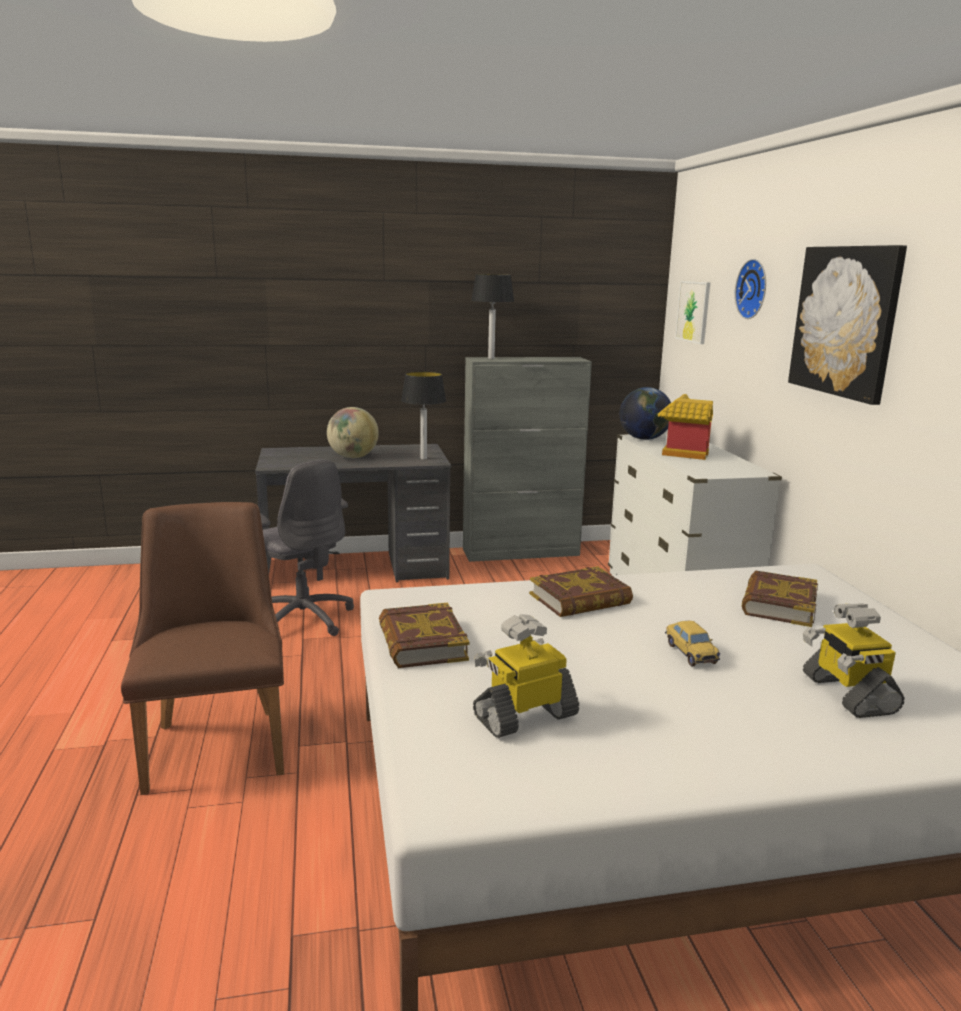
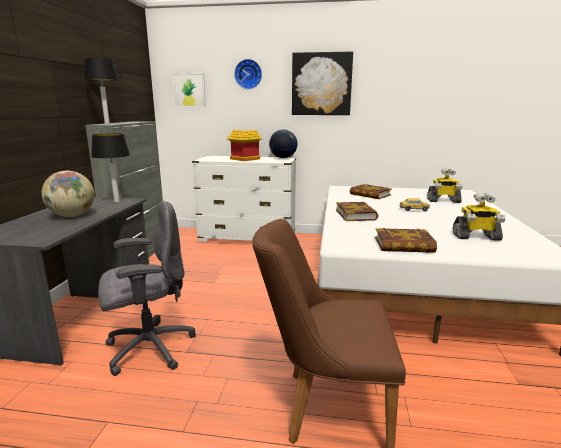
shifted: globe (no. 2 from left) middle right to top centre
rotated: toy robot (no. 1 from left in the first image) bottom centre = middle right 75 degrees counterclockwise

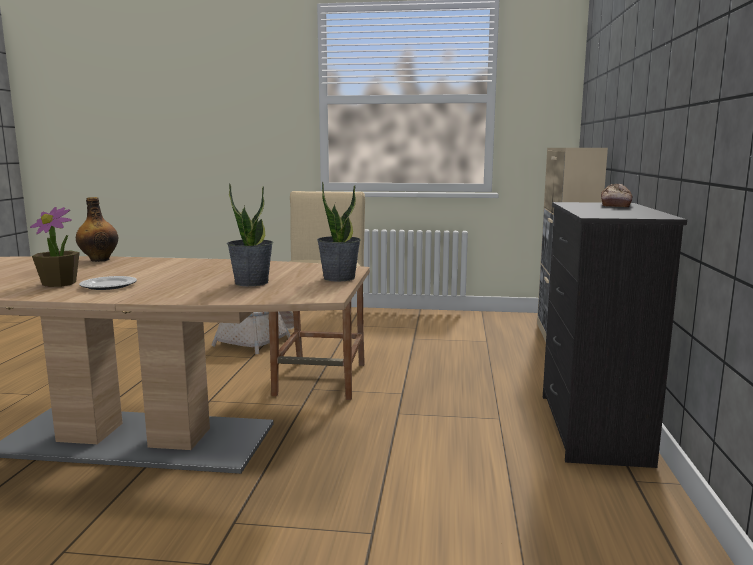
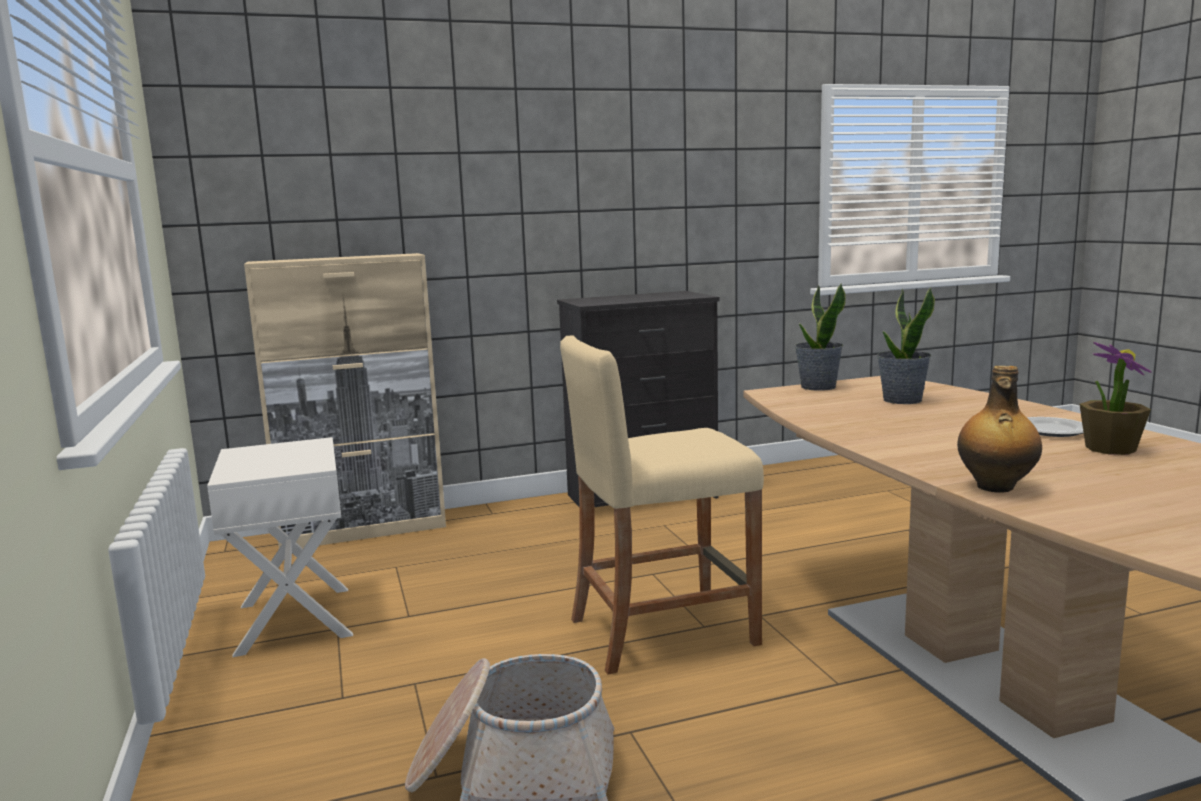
gone: baked bread middle right
new: white nightstand bottom left

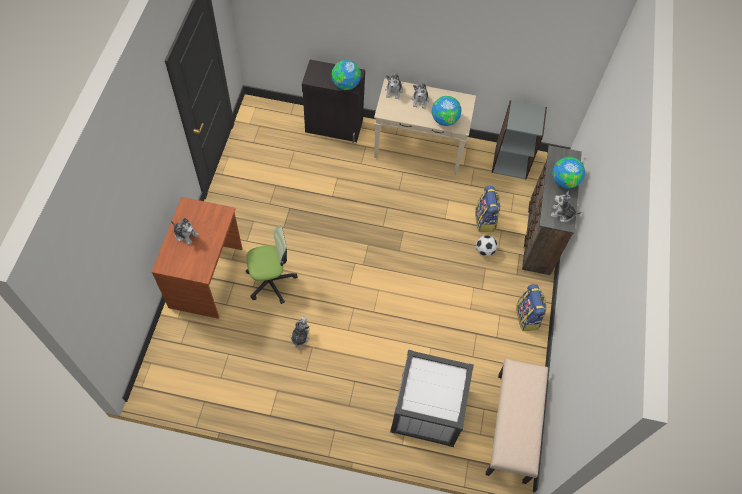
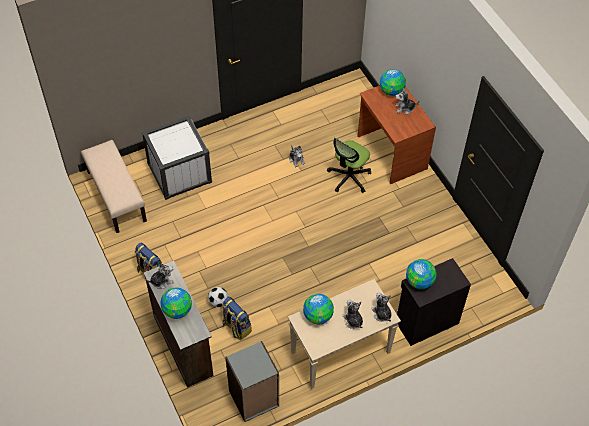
new: globe (no. 3 from left) top right

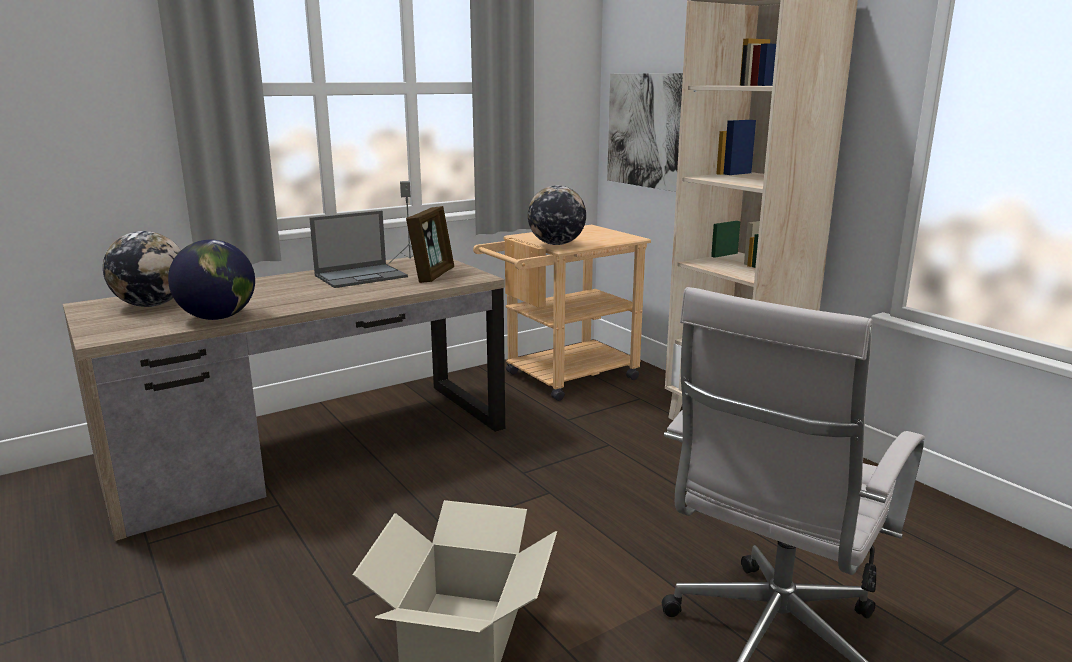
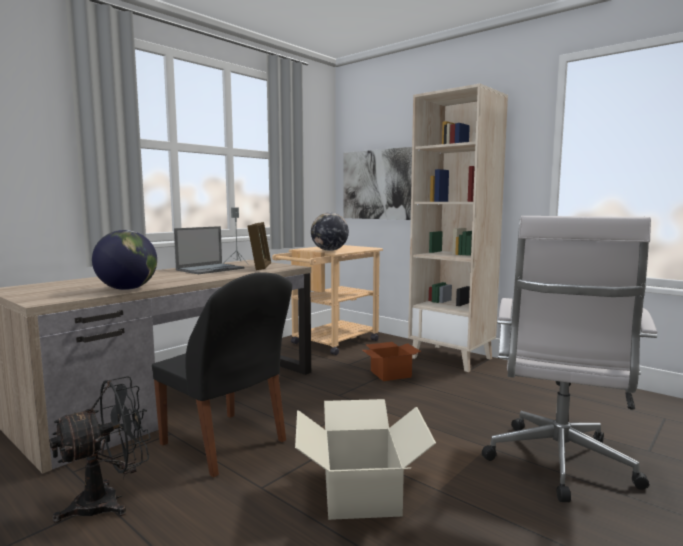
gone: globe (no. 1 from left) middle left
new: blackish fan bottom left; blackish chair bottom left; carton (no. 2 from left) centre

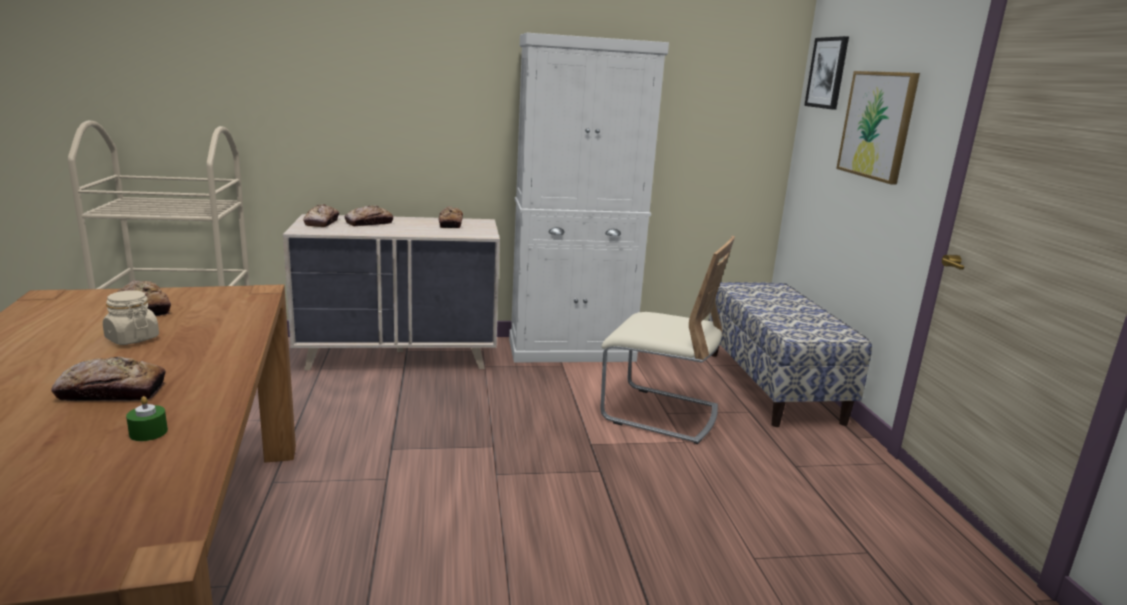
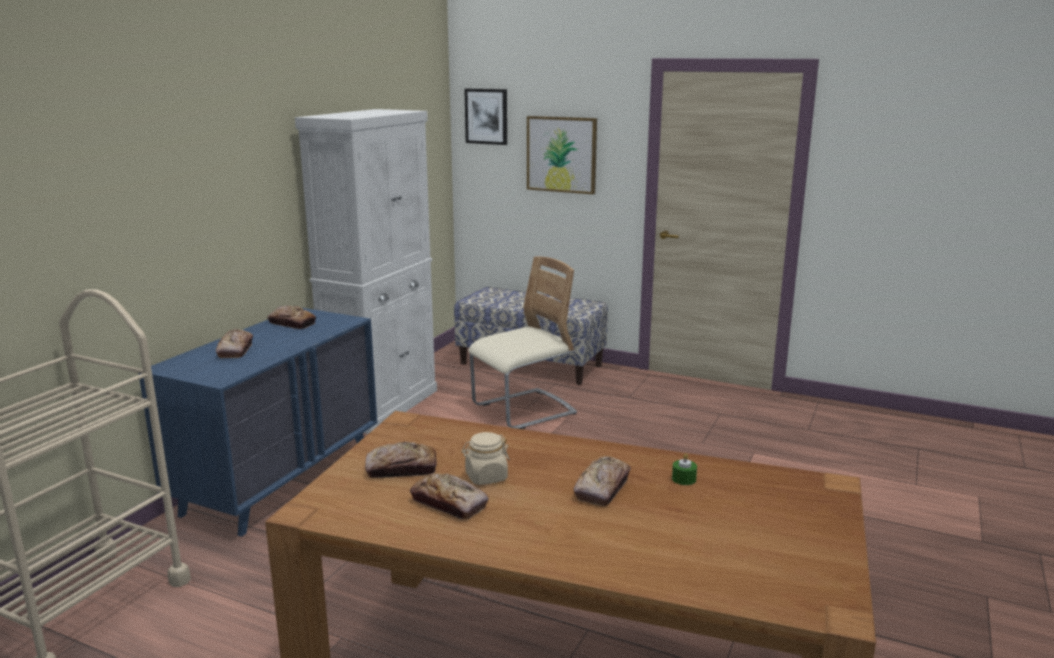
shifted: baked bread (no. 3 from left in the first image) middle left to baked bread (no. 4 from left) bottom centre
repainted: beige-coloured dresser centre to bluish dresser middle left

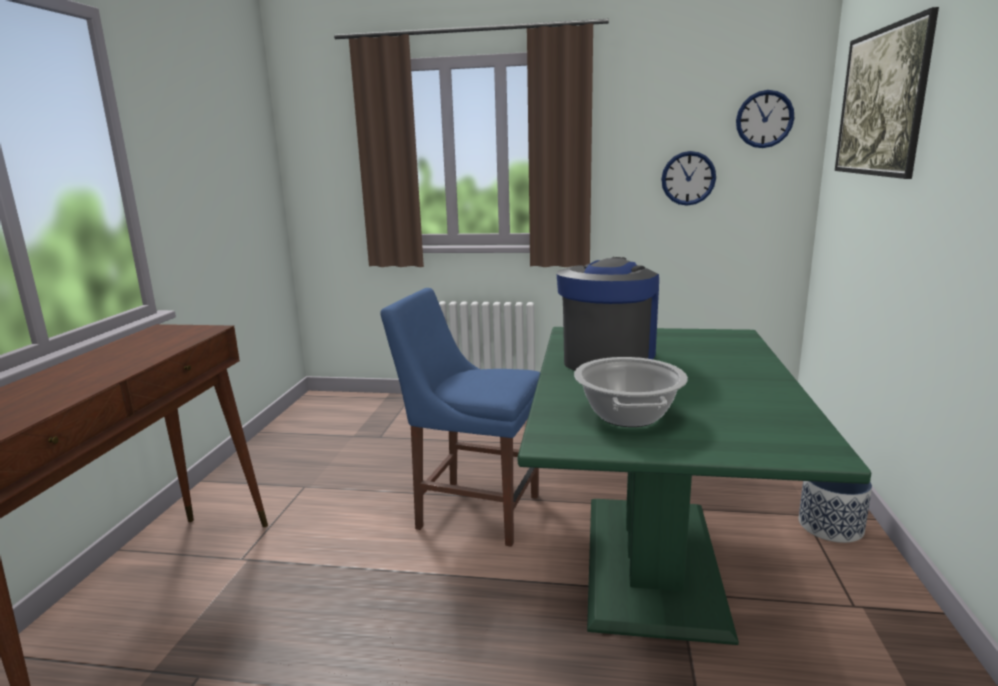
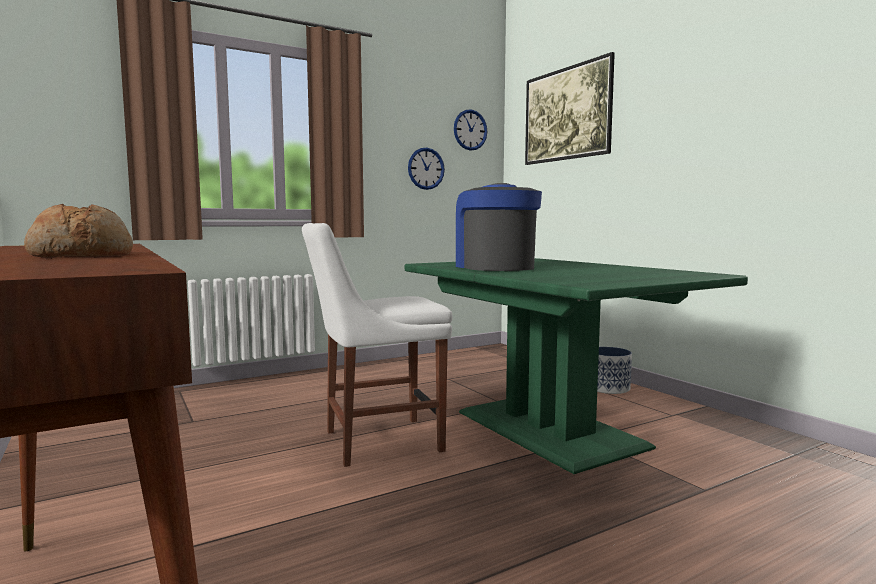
gone: saucepot centre
new: baked bread middle left
repainted: bluish chair centre to white chair centre

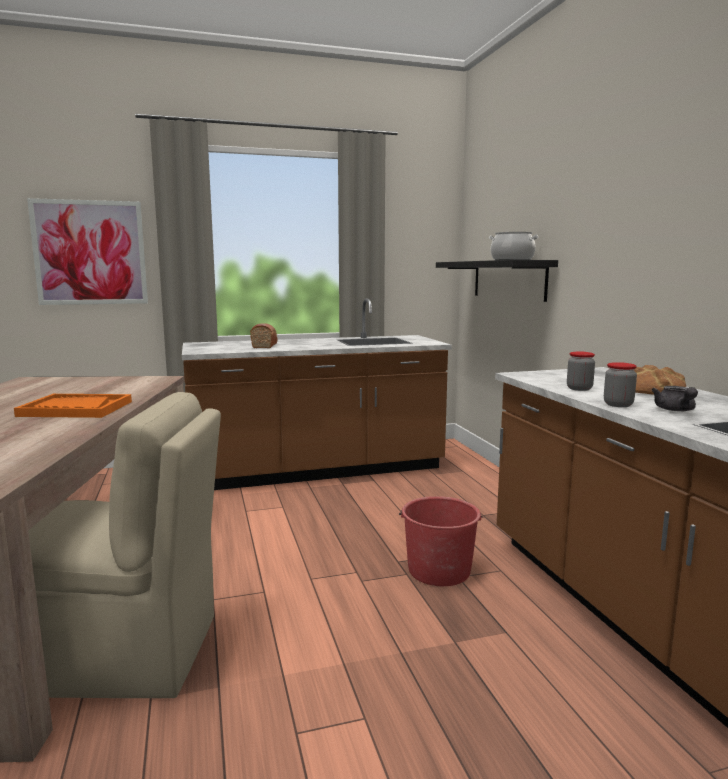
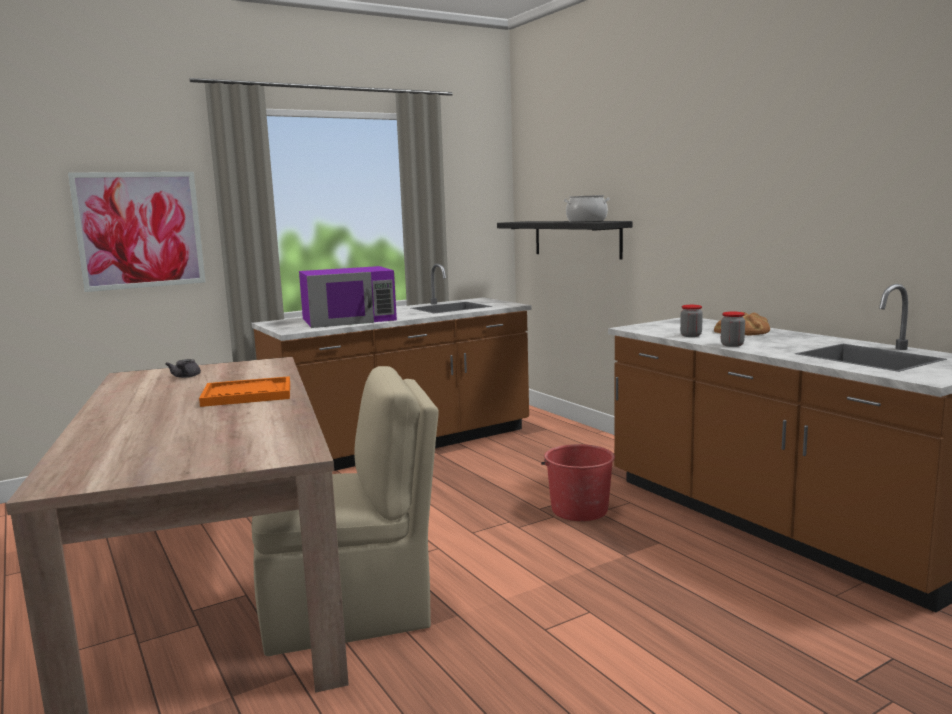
shifted: gray teapot middle right to middle left
swapped: baked bread (no. 1 from left) centre to purple-coloured microwave centre

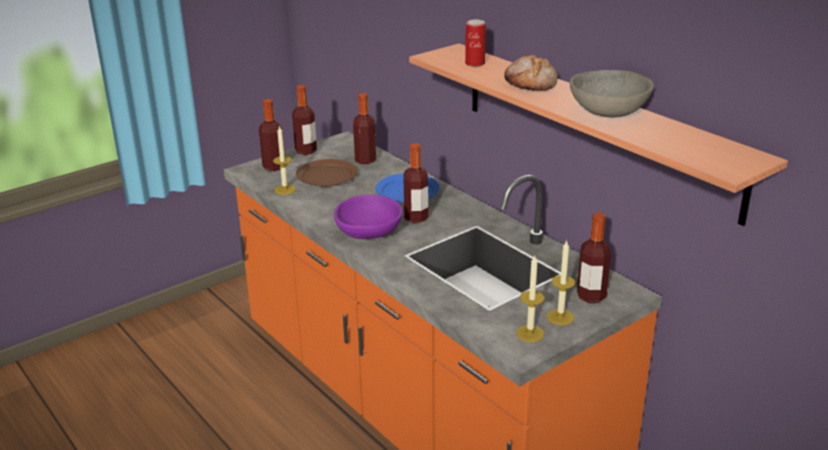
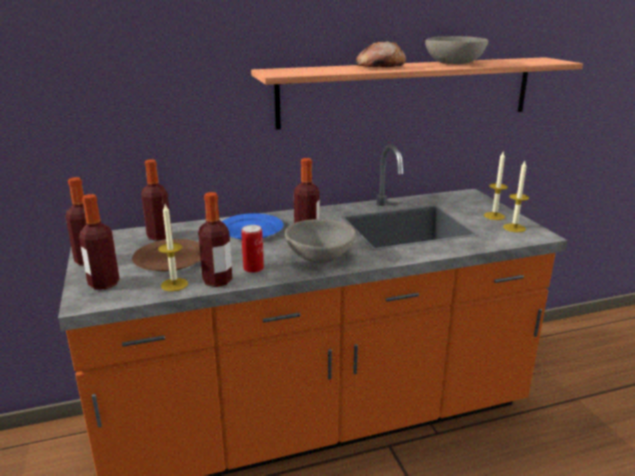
shifted: sealed can top centre to centre; drink bottle (no. 5 from left in the first image) middle right to drink bottle (no. 4 from left) centre
repainted: purple-coloured bowl centre to gray bowl (no. 1 from left) centre

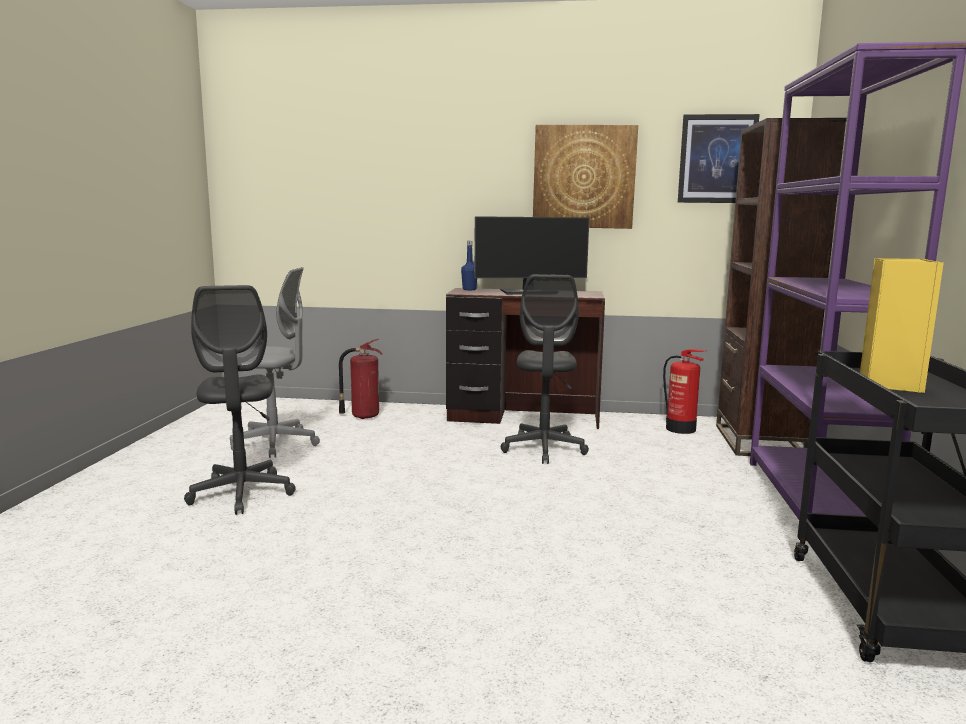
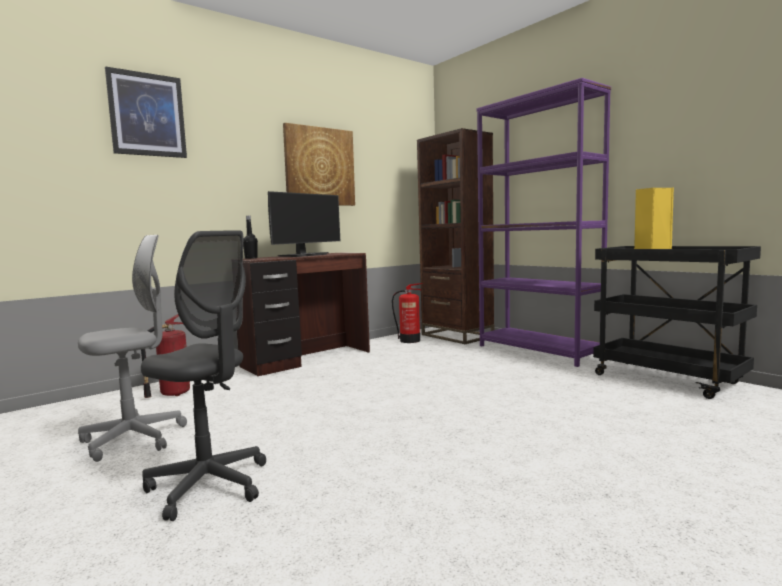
gone: gray desk chair (no. 3 from left) centre
shifted: wall picture (no. 2 from left in the first image) top right to wall picture (no. 1 from left) top left
repainted: bluish drink bottle centre to blackish drink bottle middle left

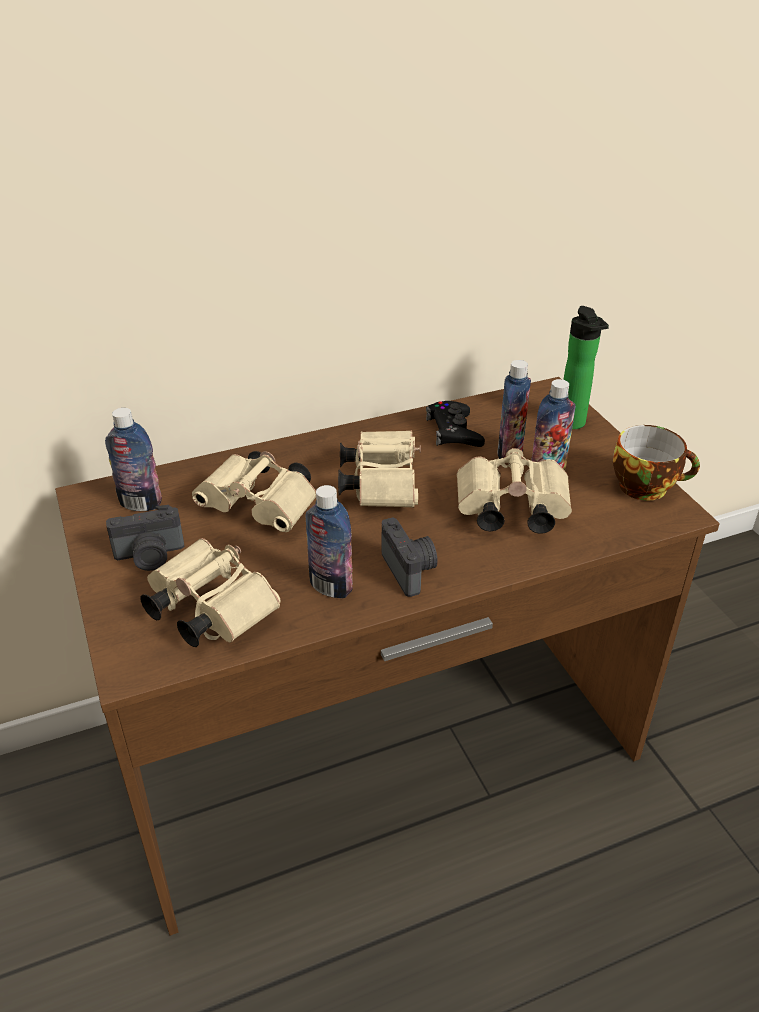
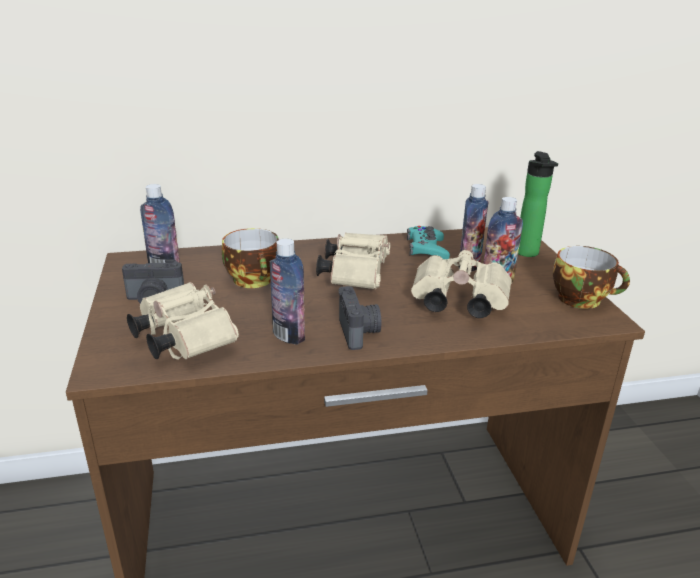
swapped: beige-coloured binoculars (no. 2 from left) centre to drinking cup (no. 1 from left) centre
repainted: blackish joypad centre to turquoise joypad centre

